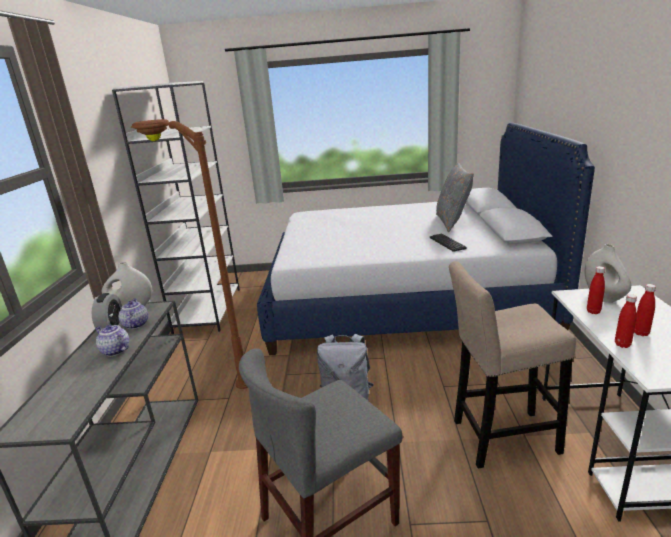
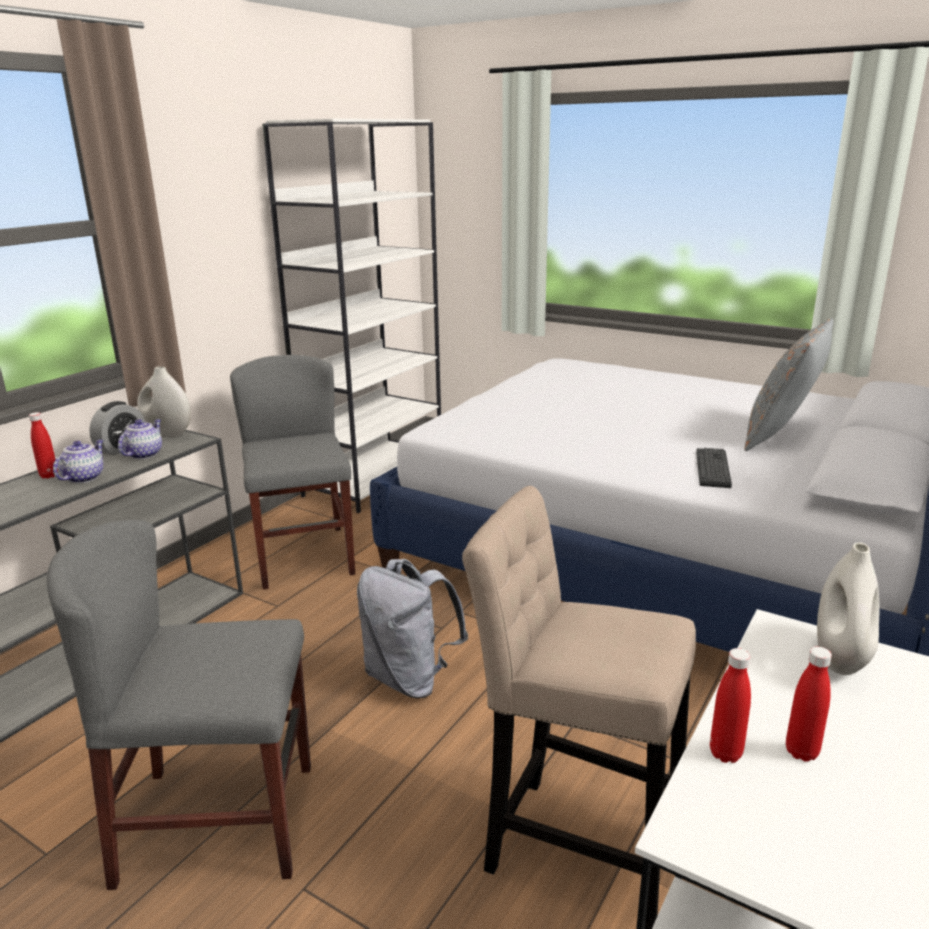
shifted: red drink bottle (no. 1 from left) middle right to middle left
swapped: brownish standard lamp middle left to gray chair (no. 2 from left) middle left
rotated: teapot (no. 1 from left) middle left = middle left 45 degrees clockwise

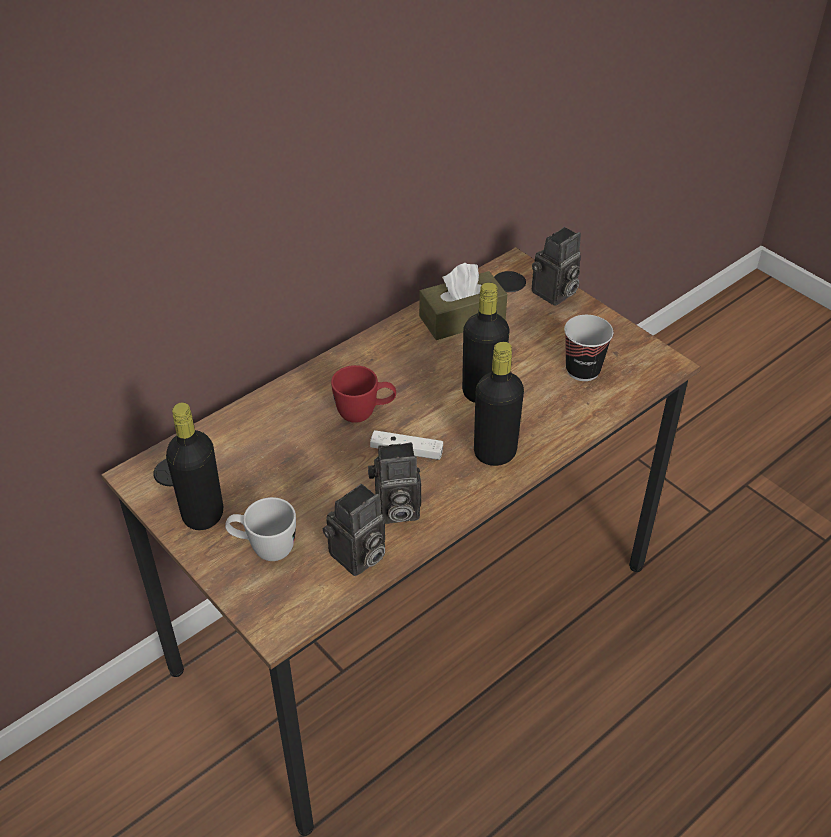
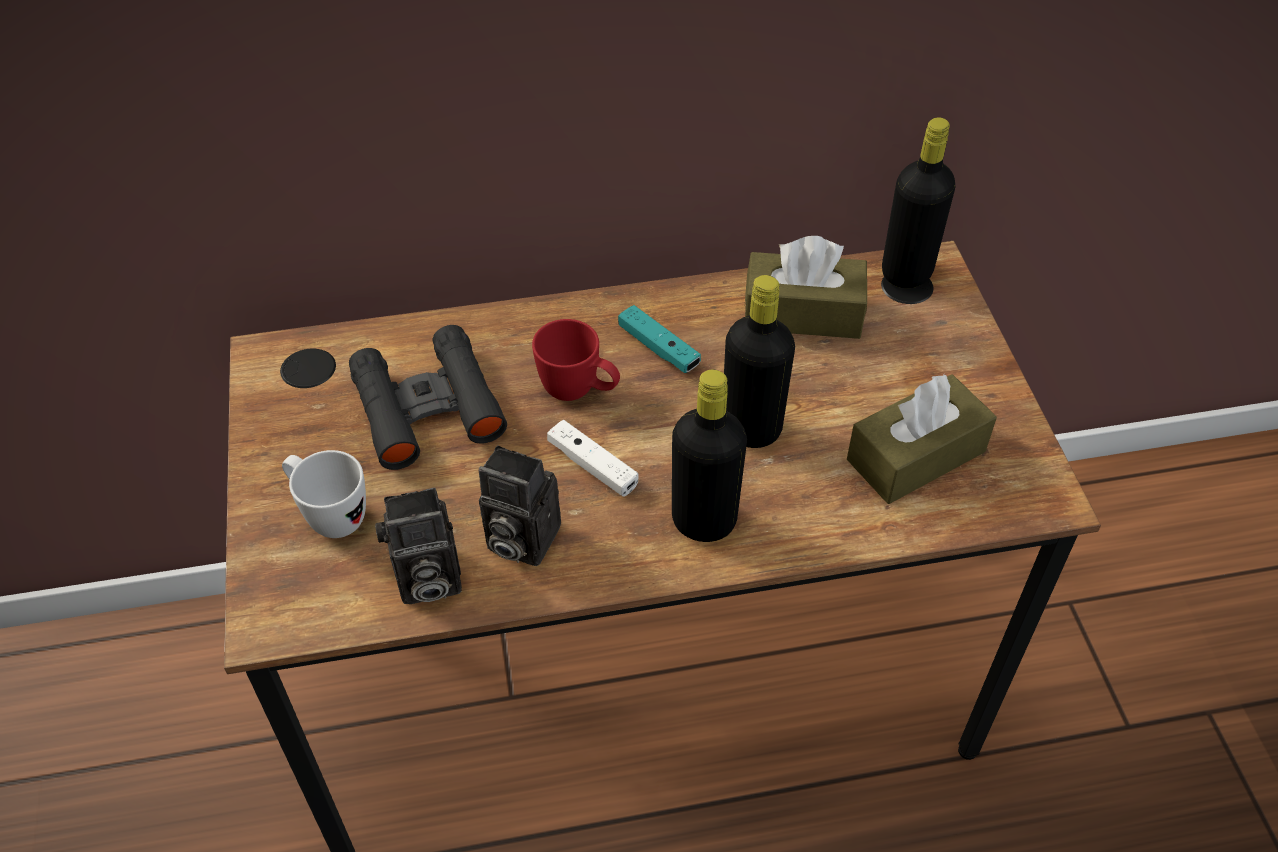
gone: photo camera (no. 3 from left) top right
new: blackish binoculars centre; turquoise joypad centre
shifted: blackish drink bottle (no. 1 from left in the first image) middle left to blackish drink bottle (no. 3 from left) top right
swapped: drinking cup middle right to brownish box of tissues (no. 2 from left) middle right

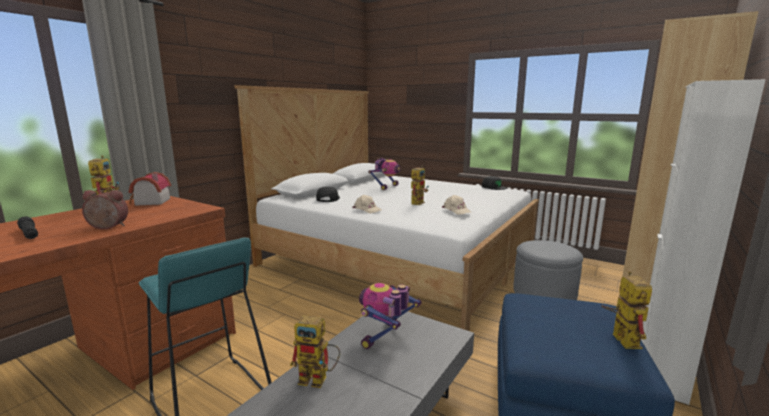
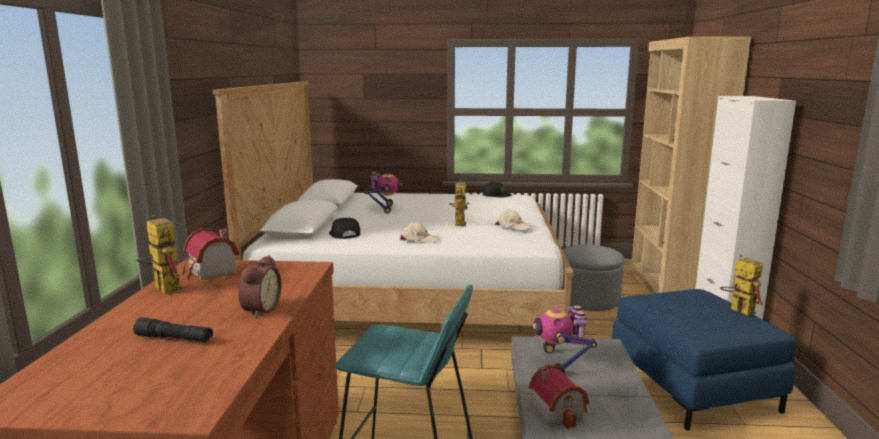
swapped: toy robot (no. 2 from left) bottom centre to miniature house (no. 2 from left) bottom centre
rotated: alarm clock middle left = middle left 135 degrees clockwise

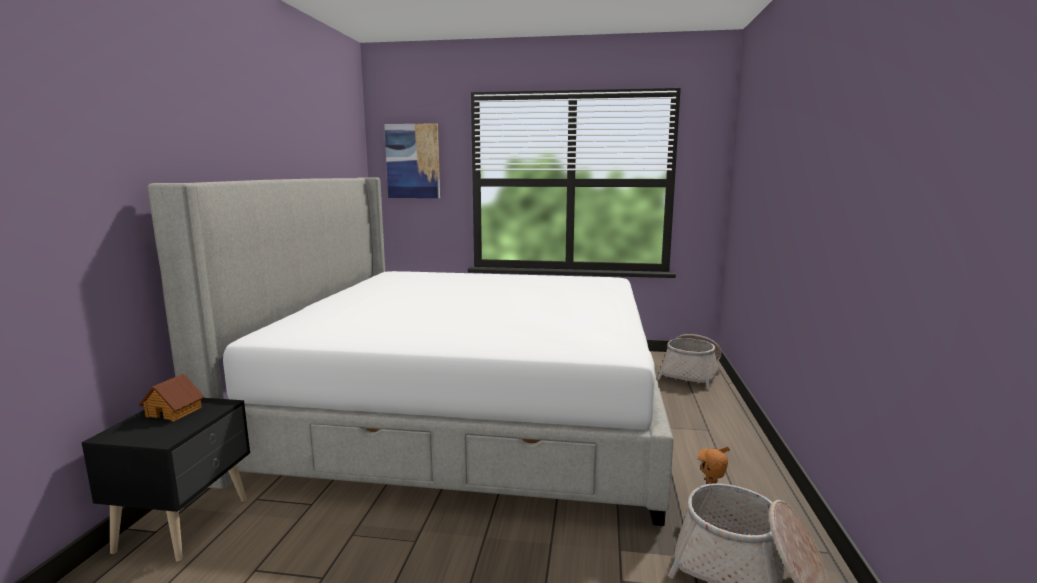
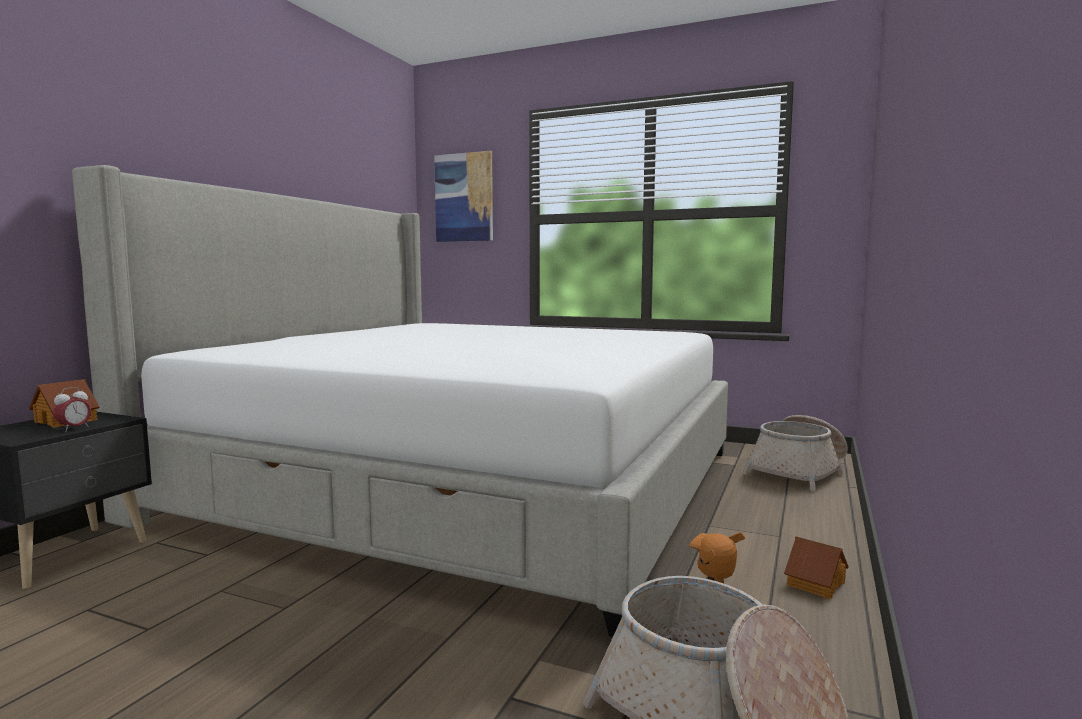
new: alarm clock middle left; miniature house (no. 2 from left) bottom right

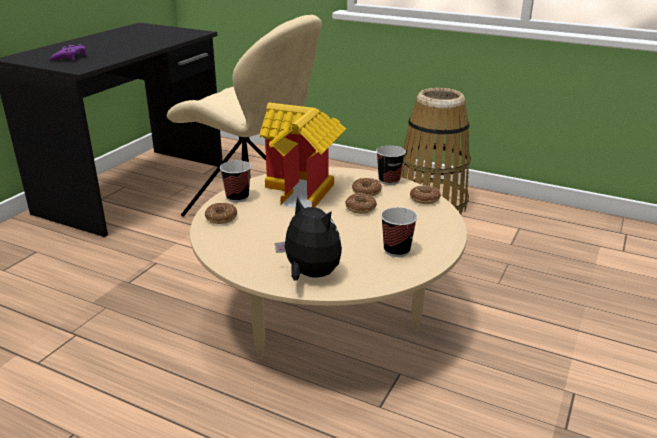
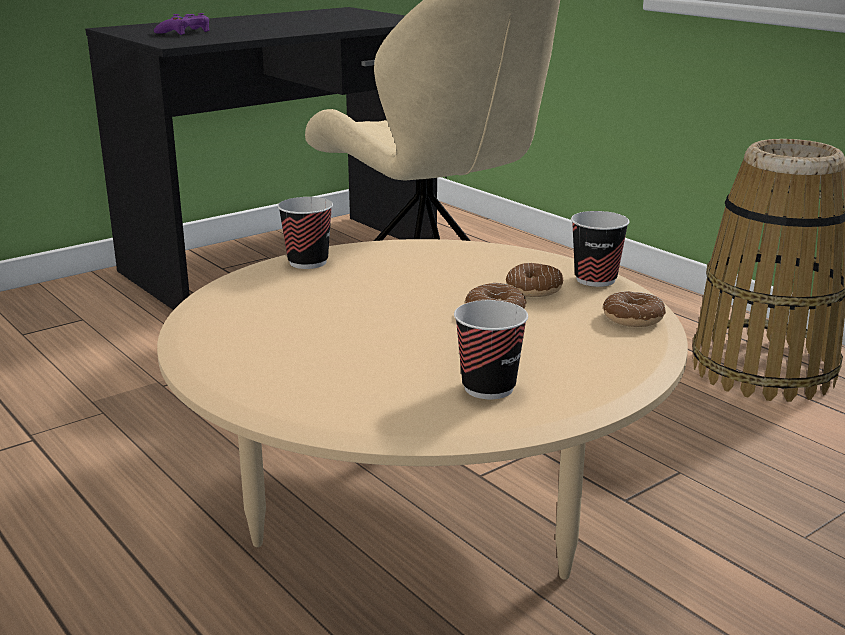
gone: donut (no. 1 from left) centre; miniature house centre; plush toy centre

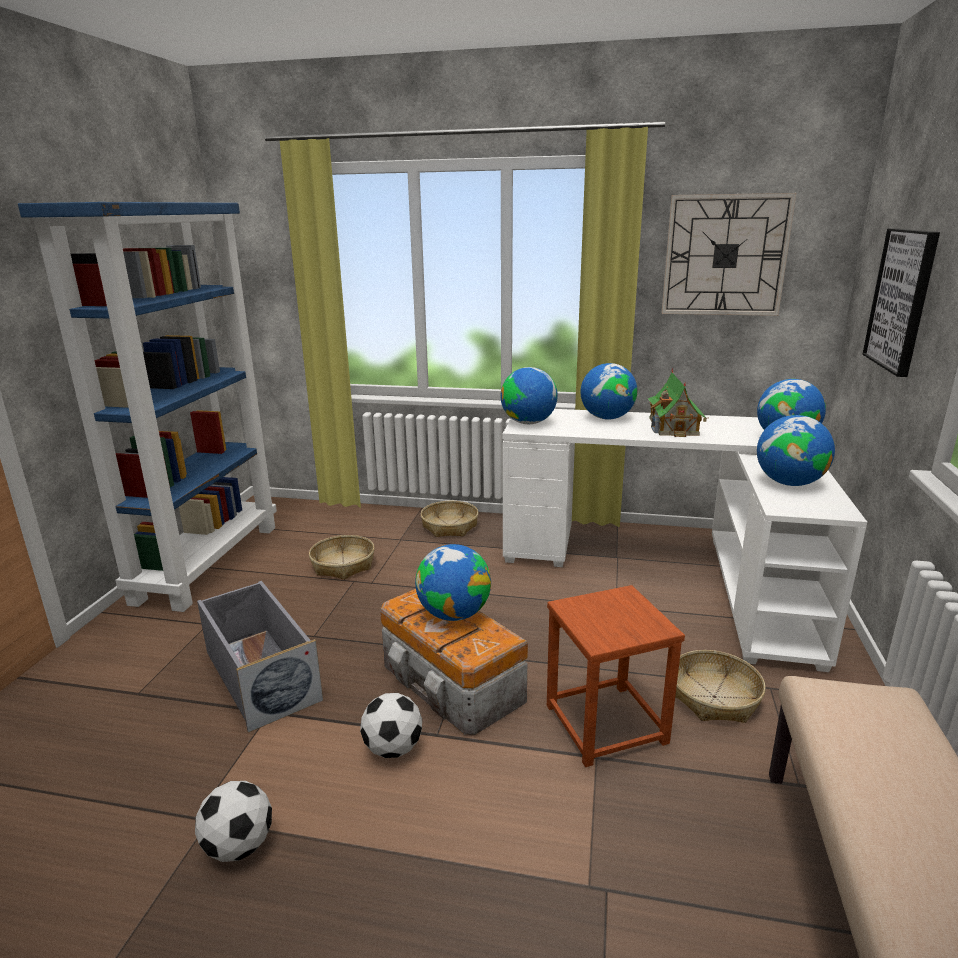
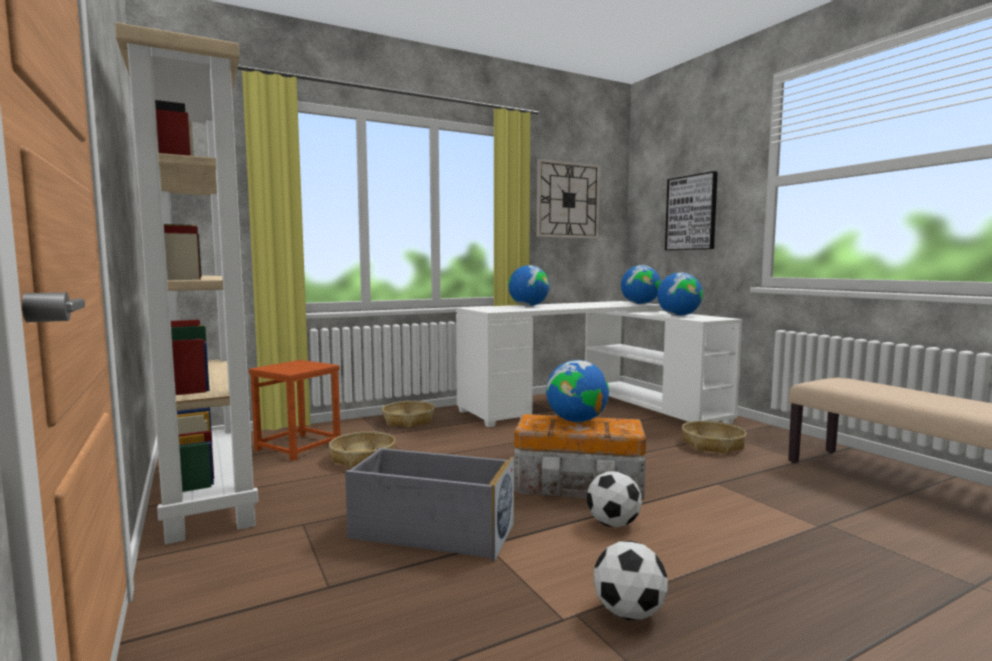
gone: globe (no. 2 from left) centre; miniature house middle right
shifted: brownish stool bottom centre to middle left
repainted: bluish bookshelf middle left to beige-coloured bookshelf middle left

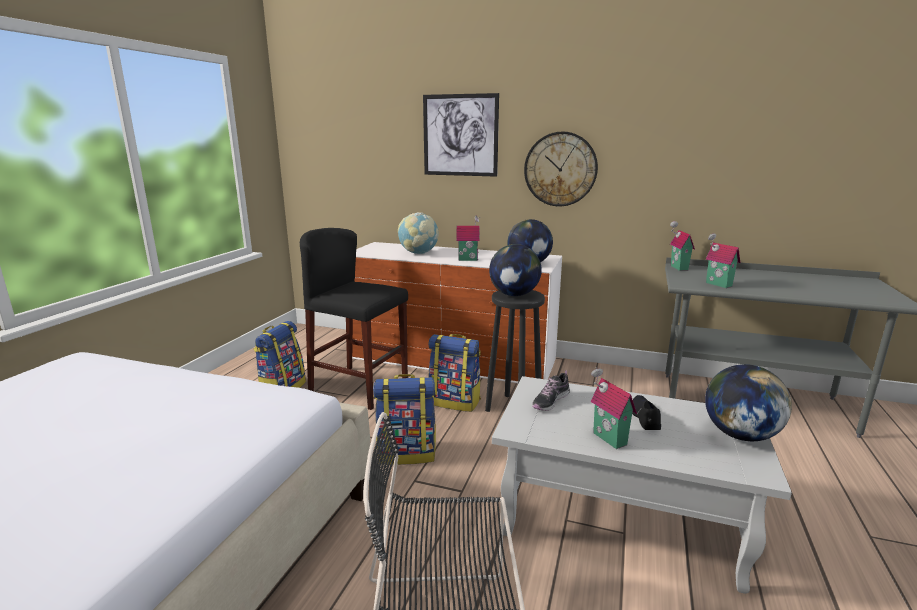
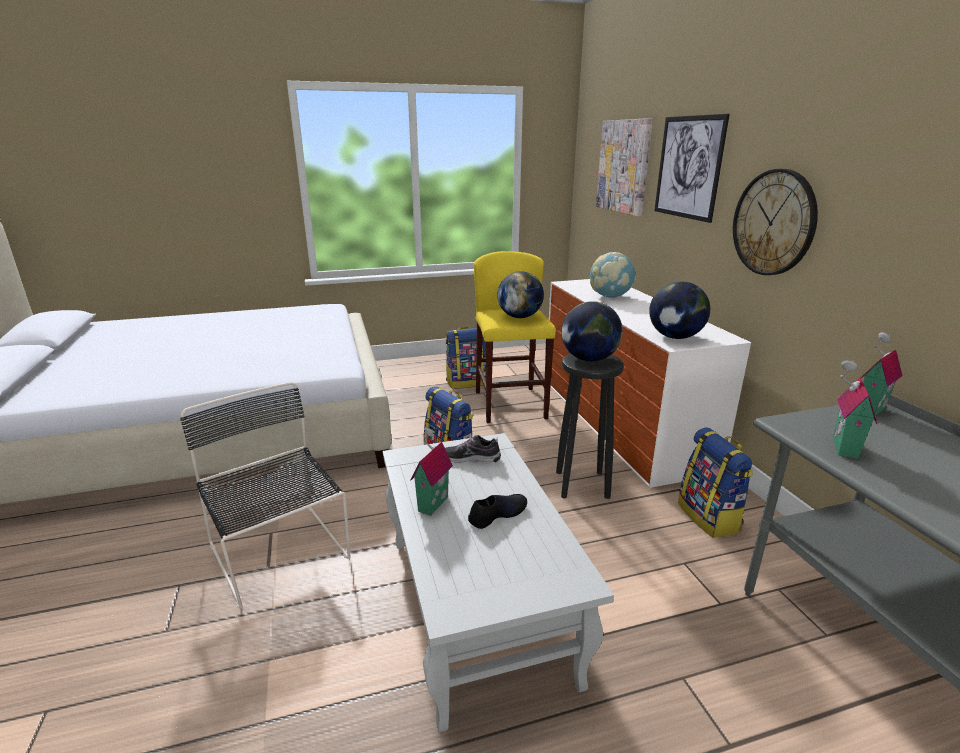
gone: miniature house (no. 1 from left) centre
new: wall picture (no. 1 from left) top centre
shifted: backpack (no. 3 from left) centre to middle right; globe (no. 4 from left in the first image) middle right to globe (no. 1 from left) centre
repainted: blackish stool (no. 1 from left) centre to yellow-coloured stool centre

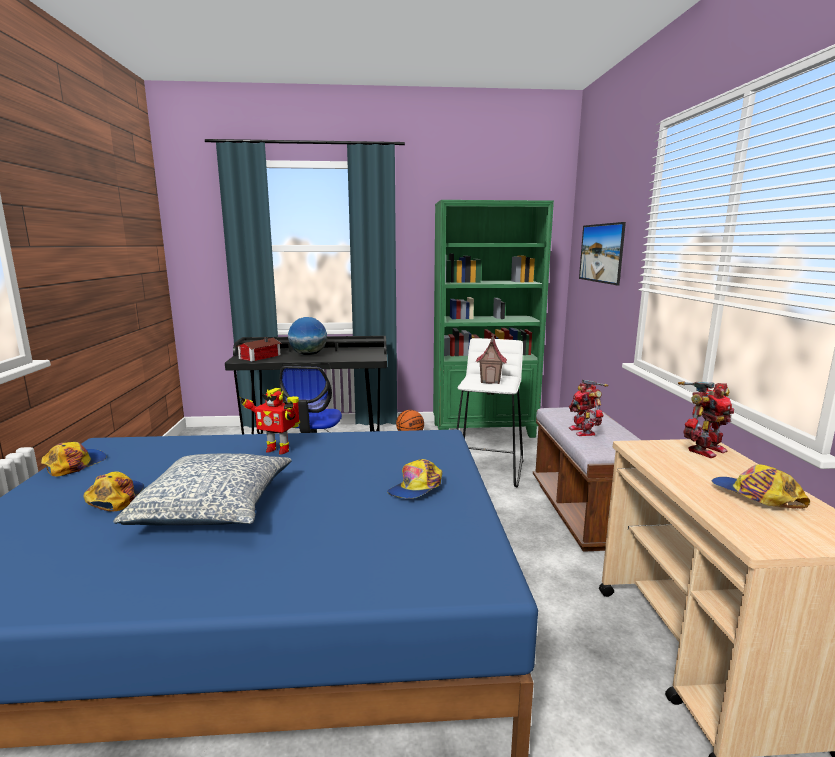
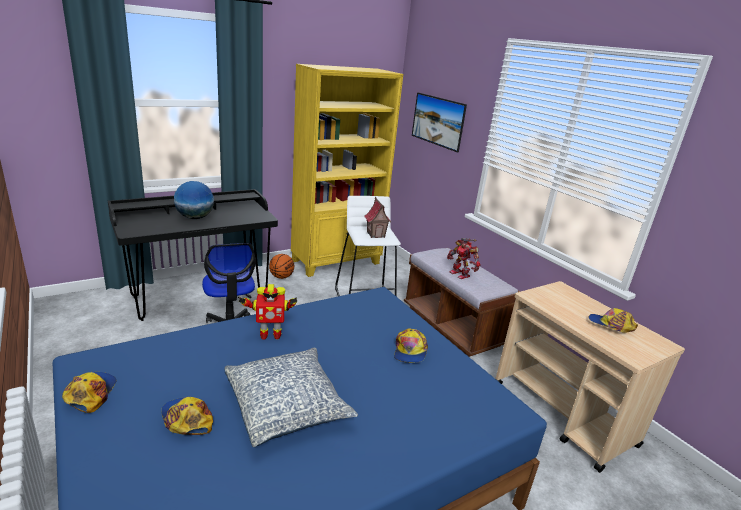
gone: miniature house (no. 1 from left) middle left; toy robot (no. 3 from left) middle right
repainted: green-coloured bookshelf centre to yellow-coloured bookshelf centre

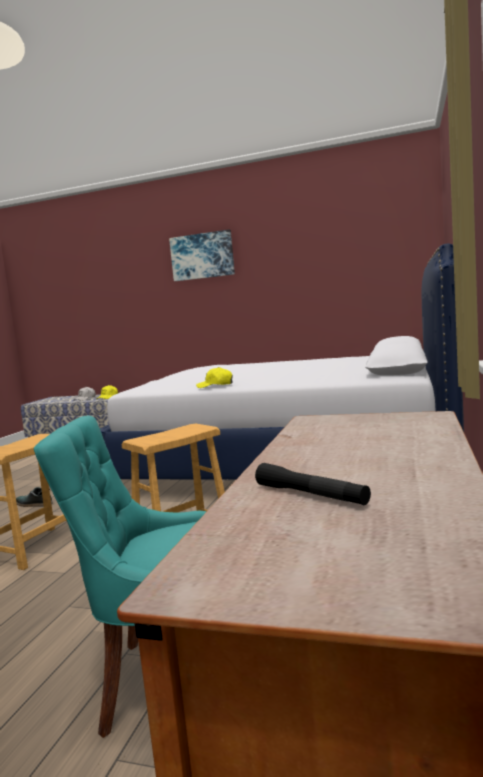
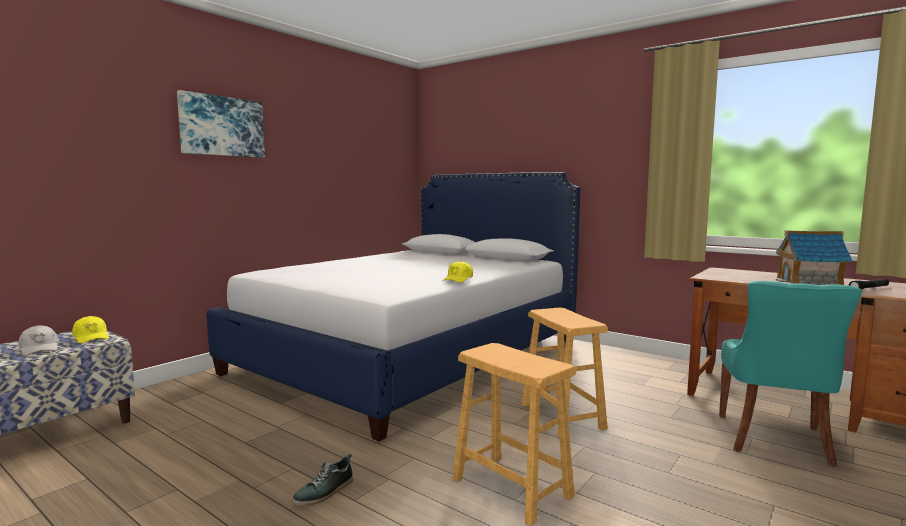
new: miniature house middle right

